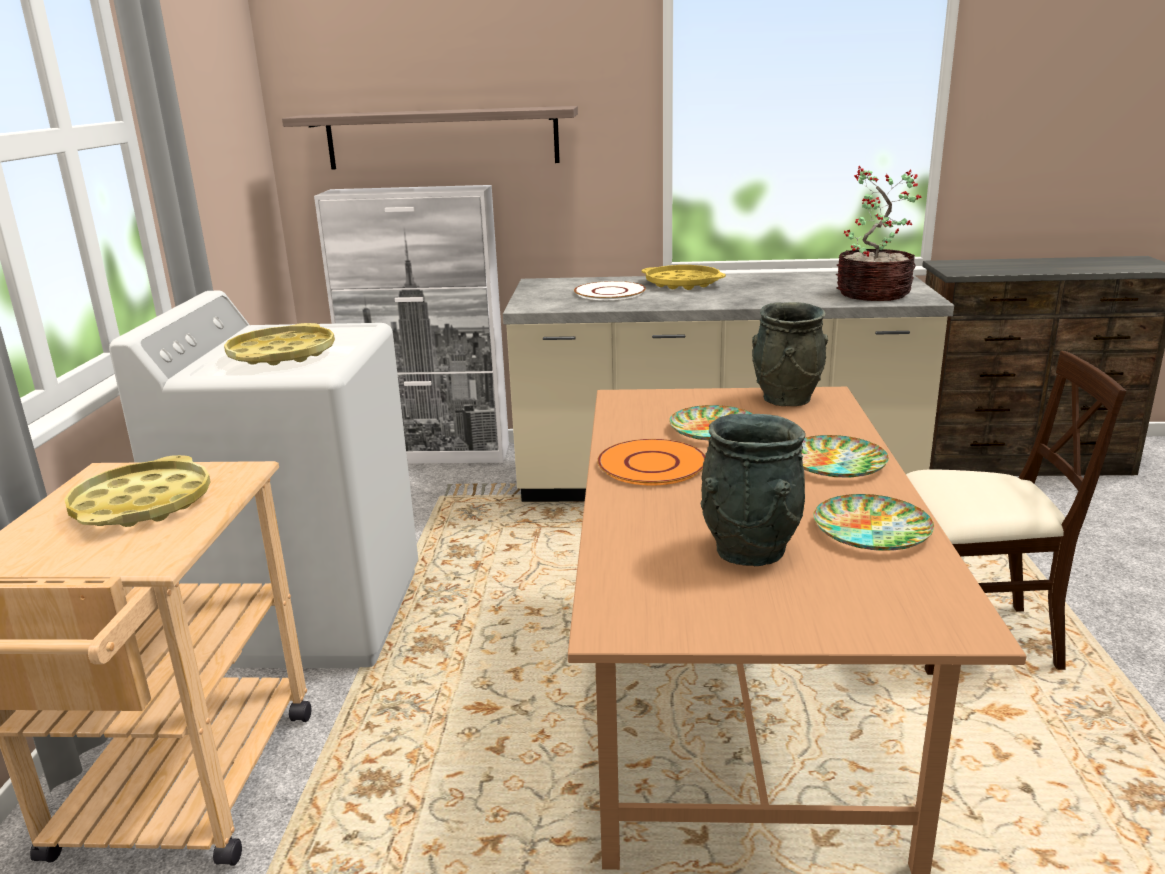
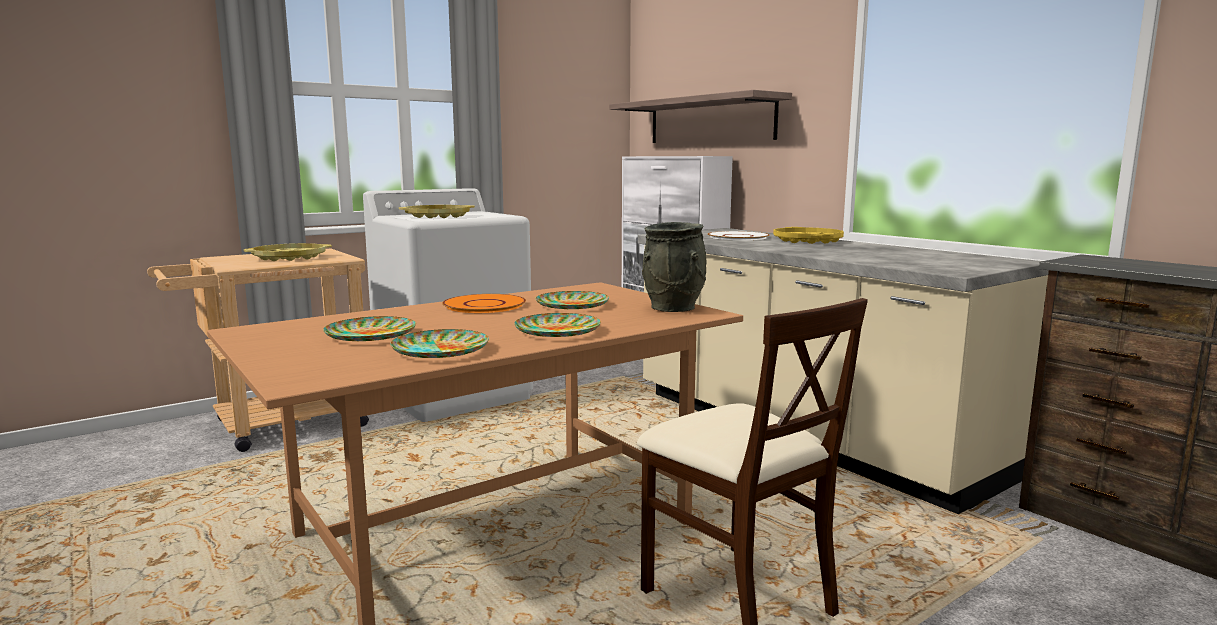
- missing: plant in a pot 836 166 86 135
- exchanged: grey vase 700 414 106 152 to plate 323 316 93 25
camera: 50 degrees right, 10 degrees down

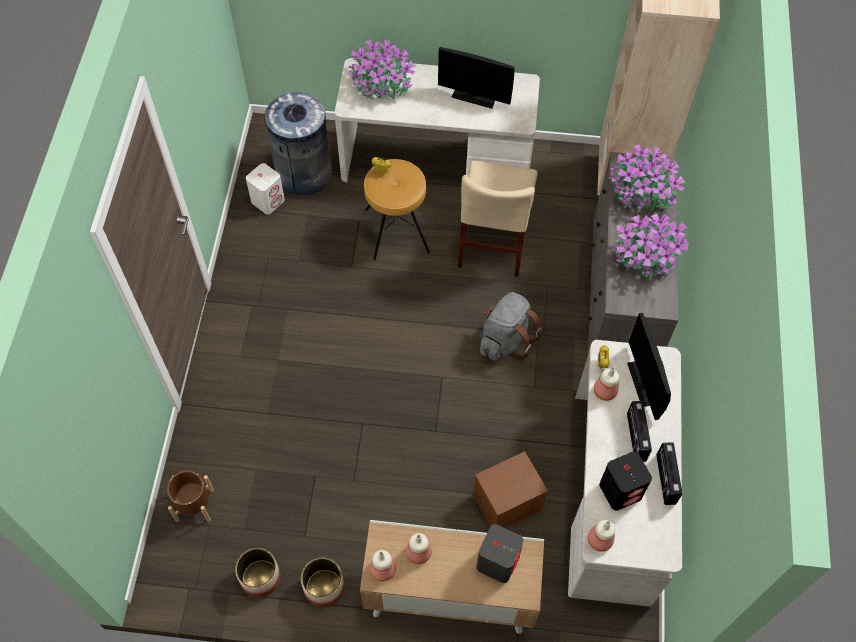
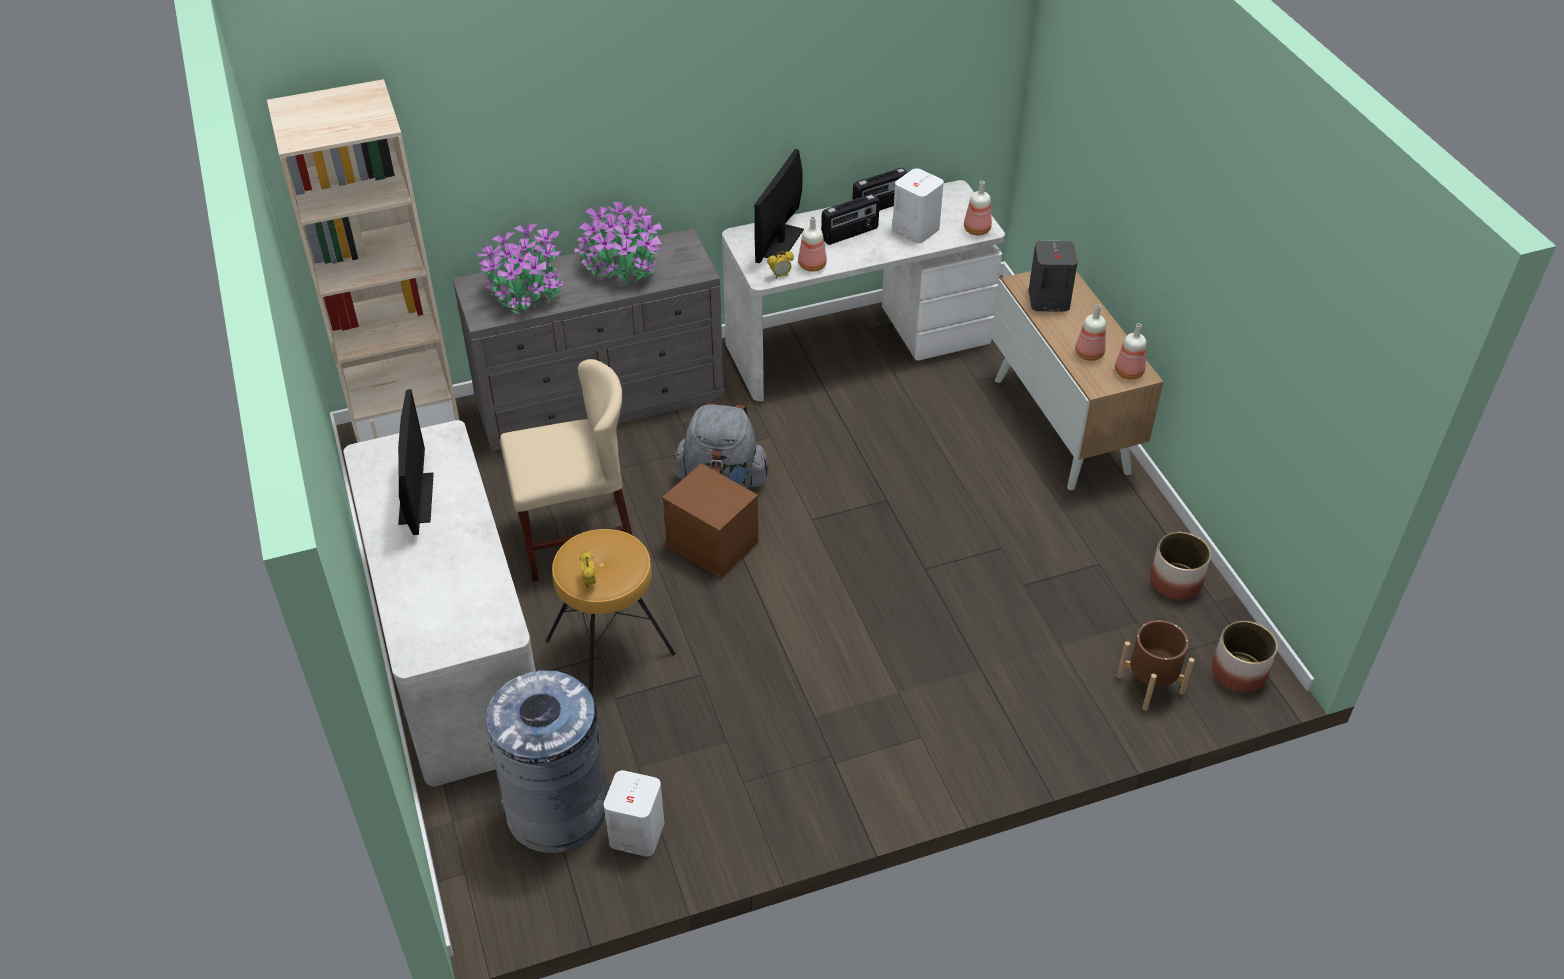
- missing: plant in a pot 348 38 68 62
- spun: monitor 627 313 44 107 = 754 149 50 114 150 degrees clockwise
- relocated: brownish storage bin 473 451 75 77 to 662 463 97 116
- colour: blackish audio speaker 599 452 53 59 to white-coloured audio speaker 892 168 52 75
- relocated: flower pot 301 558 43 50 to 1212 621 65 72
camera: 115 degrees left, 15 degrees down

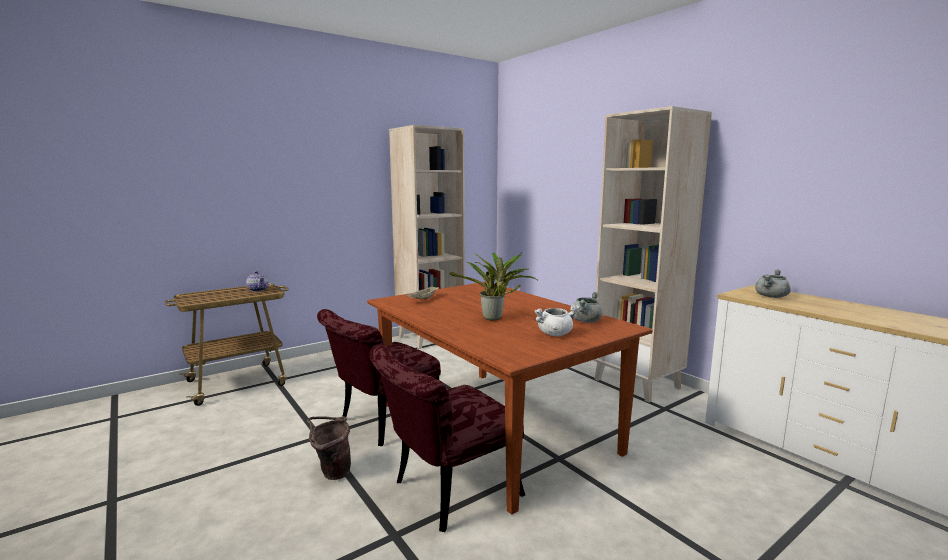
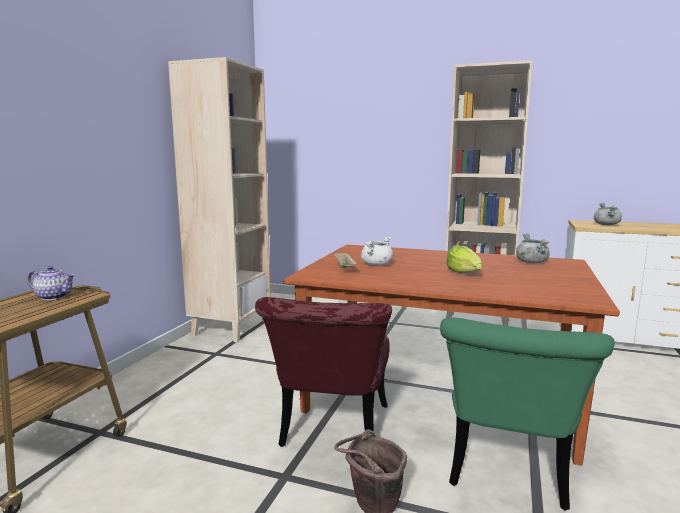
- exchanged: plant in a pot 450 252 88 68 to head of lettuce 446 245 36 28
- relocated: white-coloured cooking pot 534 304 45 32 to 361 236 32 30
- colour: reddish plain chair 369 344 156 188 to greenish plain chair 440 317 175 194
camera: 35 degrees left, 0 degrees up

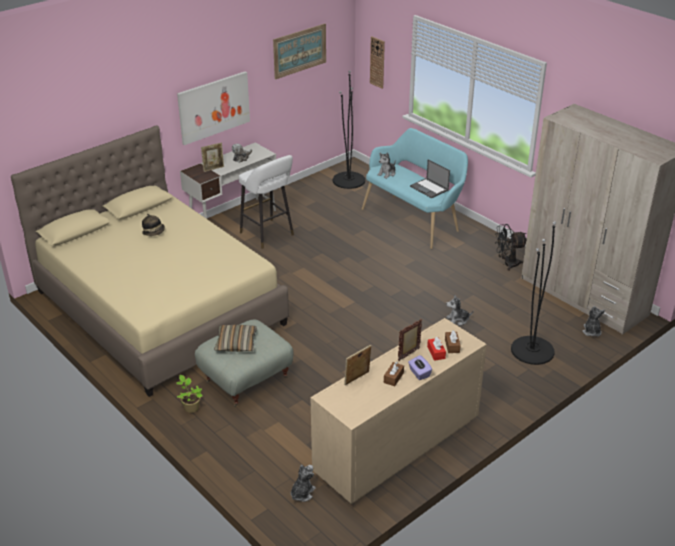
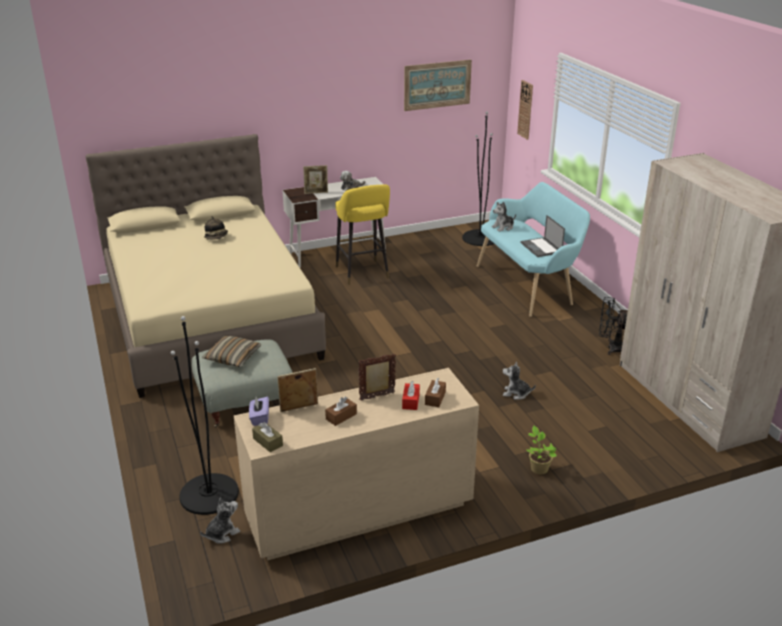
- missing: wall art 177 71 73 74
- colour: white-coloured stool seat 239 155 55 94 to yellow stool seat 335 184 55 101
- relocated: blackish standard lamp 511 221 45 144 to 170 316 69 199
- missing: soft toy 582 306 23 30
- relocated: purplish box of tissues 408 355 24 25 to 249 397 20 29
- relocated: plant in a pot 177 375 26 38 to 526 426 31 48
- appeared: brownish box of tissues 252 422 31 30
camera: 20 degrees right, 5 degrees down

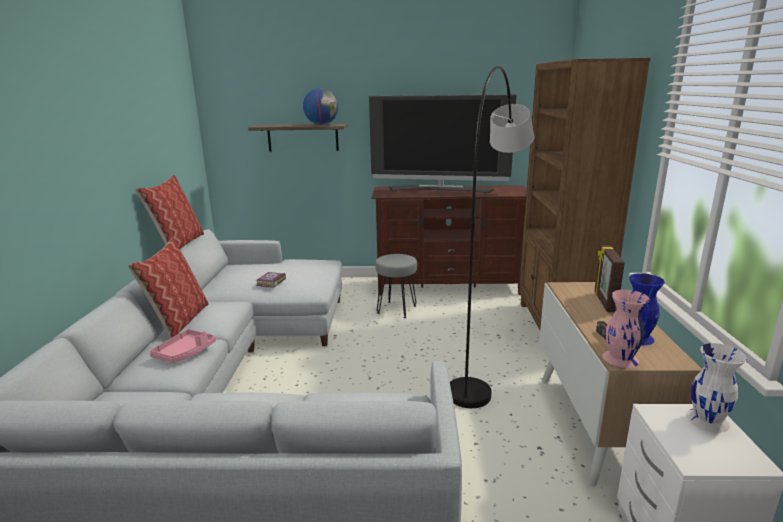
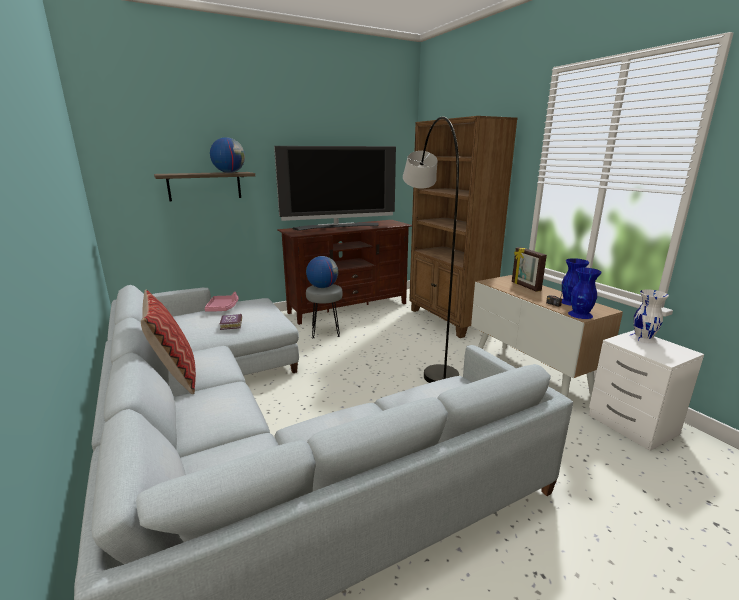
- missing: cushion 135 175 69 74
- colour: pink vase 603 290 47 78 to blue-coloured vase 568 267 34 52
- relocated: pink tray 149 329 67 34 to 205 292 34 19
- appeared: world globe 306 256 32 32
camera: 30 degrees left, 0 degrees up

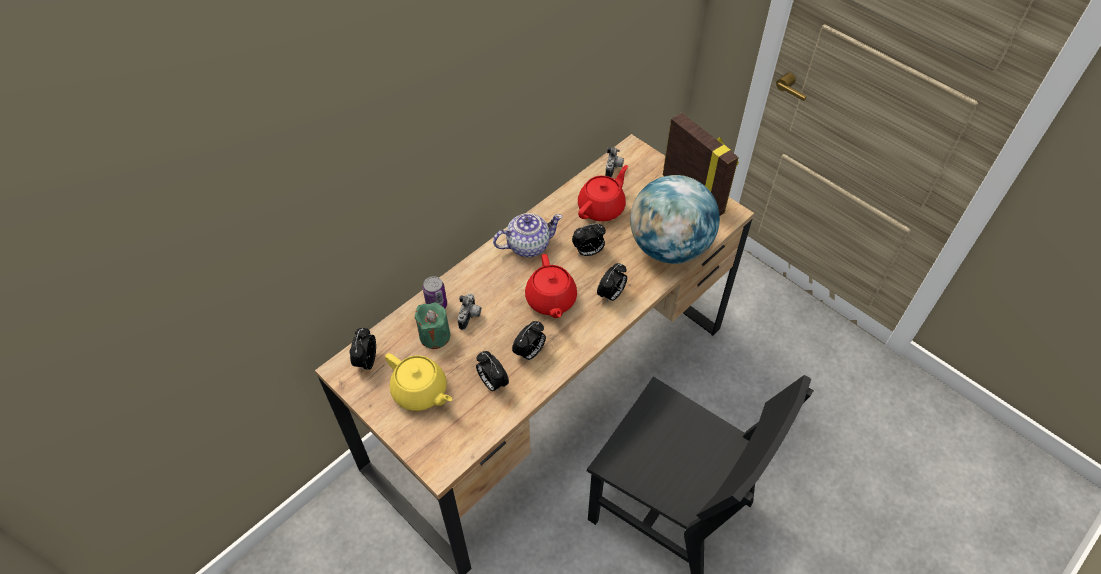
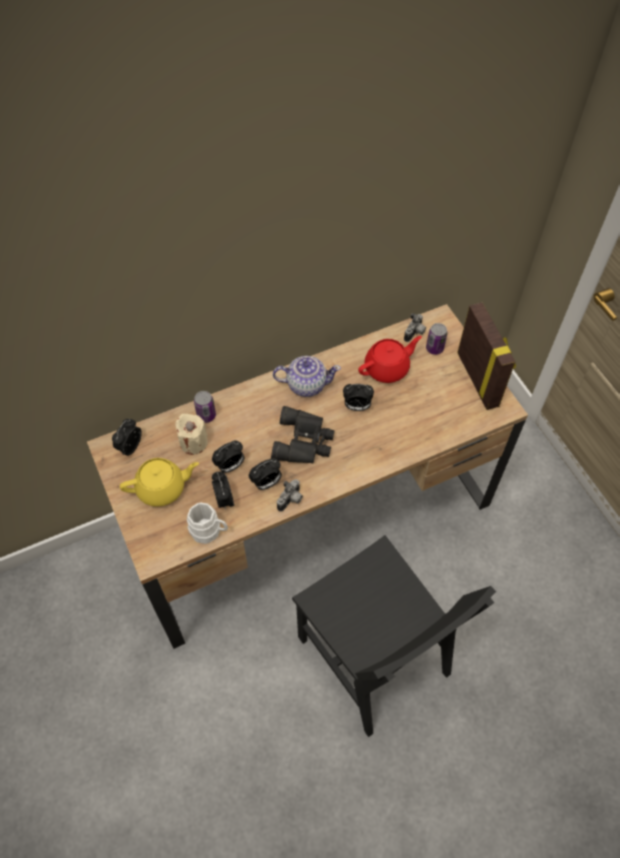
- missing: world globe 630 175 90 89
- exchanged: reddish teapot 525 254 52 64 to blackish binoculars 271 406 63 57
- relocated: alarm clock 597 263 30 39 to 212 441 33 32
- relocated: still camera 457 294 24 36 to 277 479 26 32
- colour: greenish wax light 415 302 35 47 to beige-coloured wax light 175 414 33 41
- spun: yellow teapot 385 353 67 58 = 120 458 79 49 75 degrees counterclockwise
- appeared: metal can 426 323 21 32
- appeared: white-coloured tea mug 187 502 41 42
camera: 20 degrees right, 5 degrees up

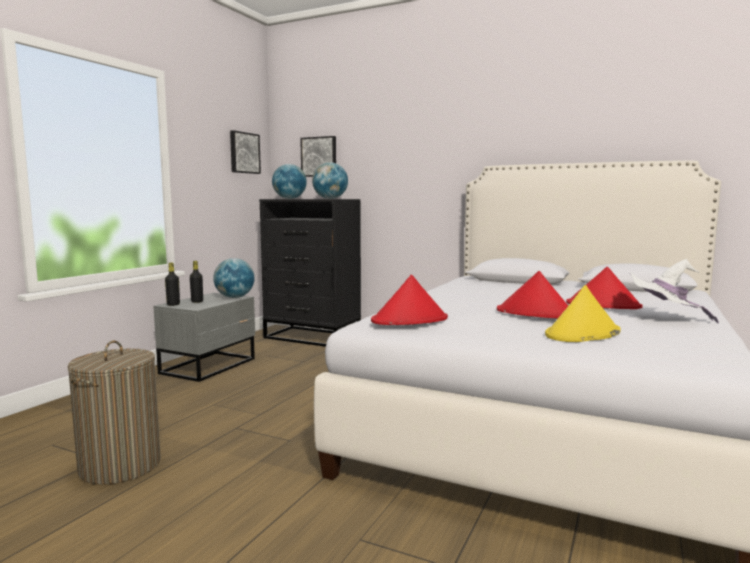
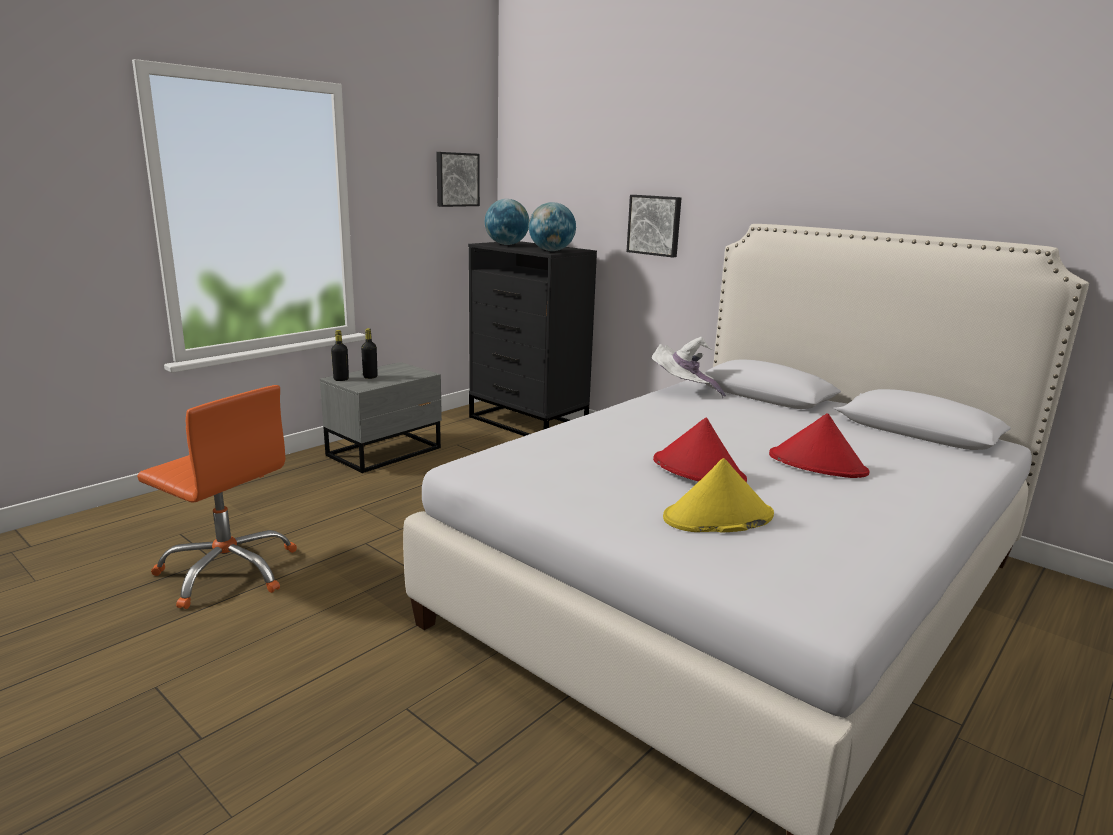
- relocated: wall art 300 136 36 41 to 626 195 55 62
- missing: world globe 213 258 42 40
- relocated: white-coloured hat 630 259 89 64 to 652 337 74 61
- missing: reddish hat 371 275 77 50
- exchanged: laundry basket 67 340 94 145 to orange-coloured computer chair 137 385 160 224
camera: 15 degrees right, 10 degrees up

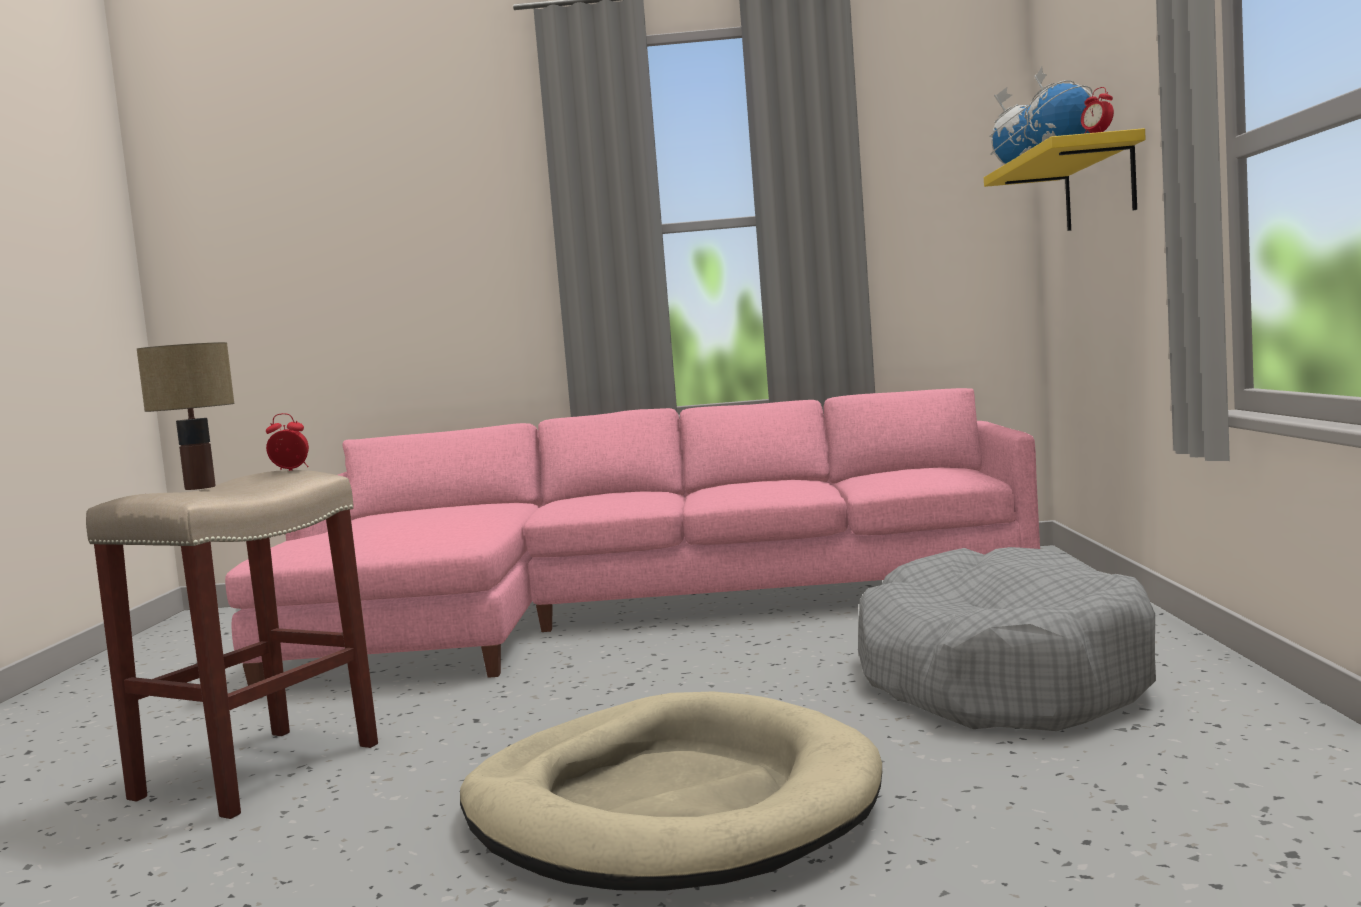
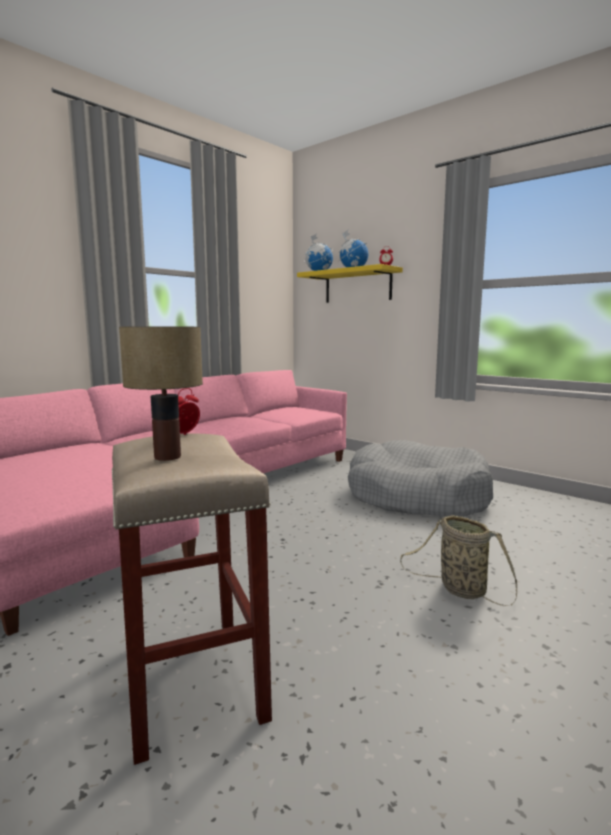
- exchanged: beige-coloured dog bed 460 692 422 199 to household basket 400 515 117 91
camera: 50 degrees left, 5 degrees up

